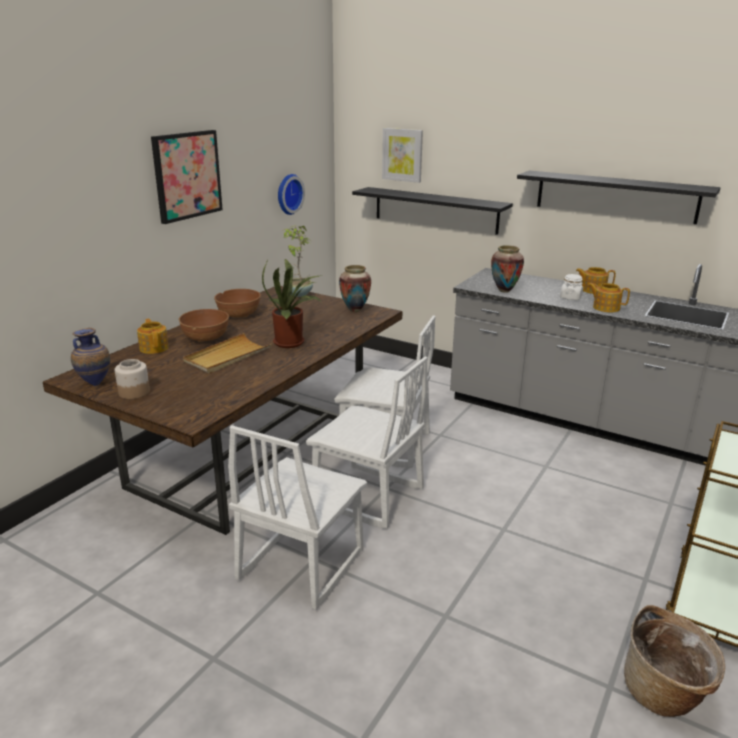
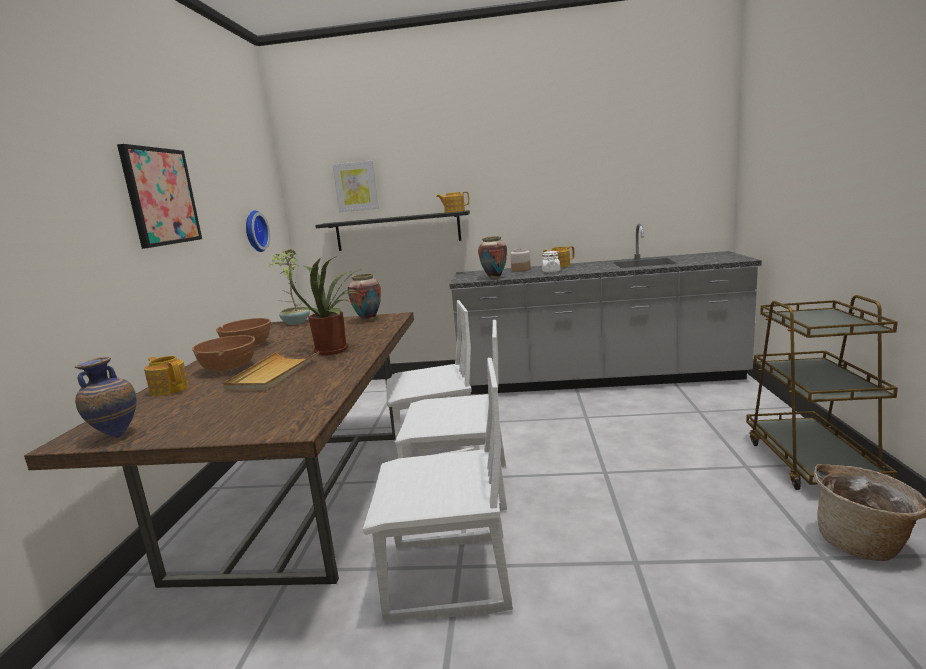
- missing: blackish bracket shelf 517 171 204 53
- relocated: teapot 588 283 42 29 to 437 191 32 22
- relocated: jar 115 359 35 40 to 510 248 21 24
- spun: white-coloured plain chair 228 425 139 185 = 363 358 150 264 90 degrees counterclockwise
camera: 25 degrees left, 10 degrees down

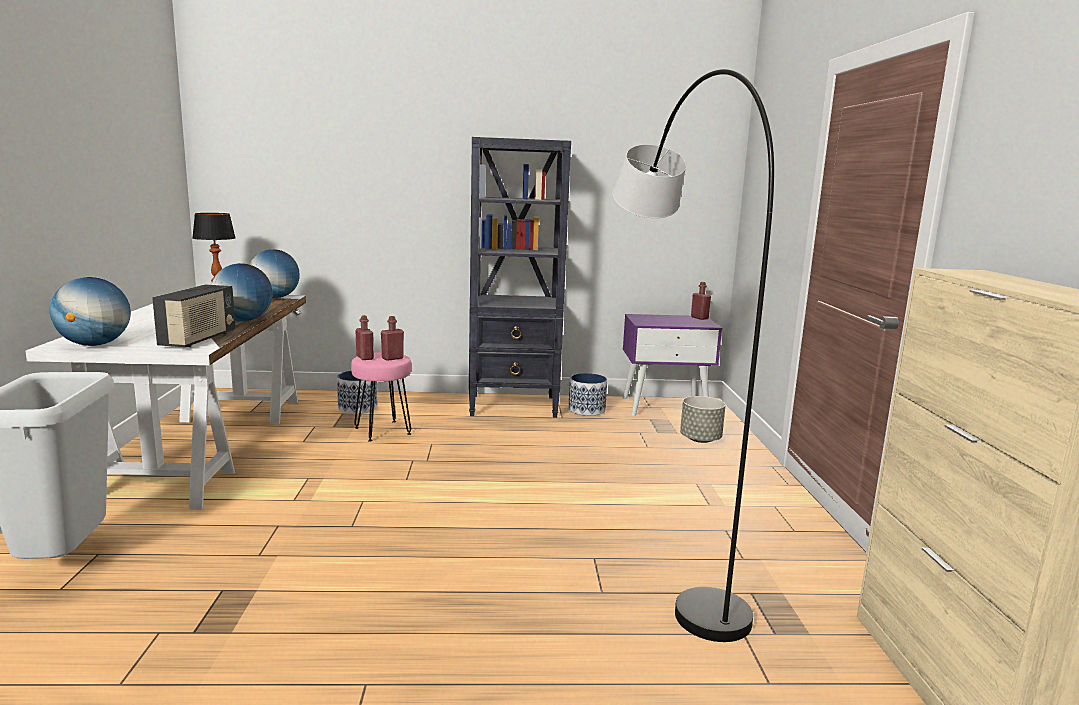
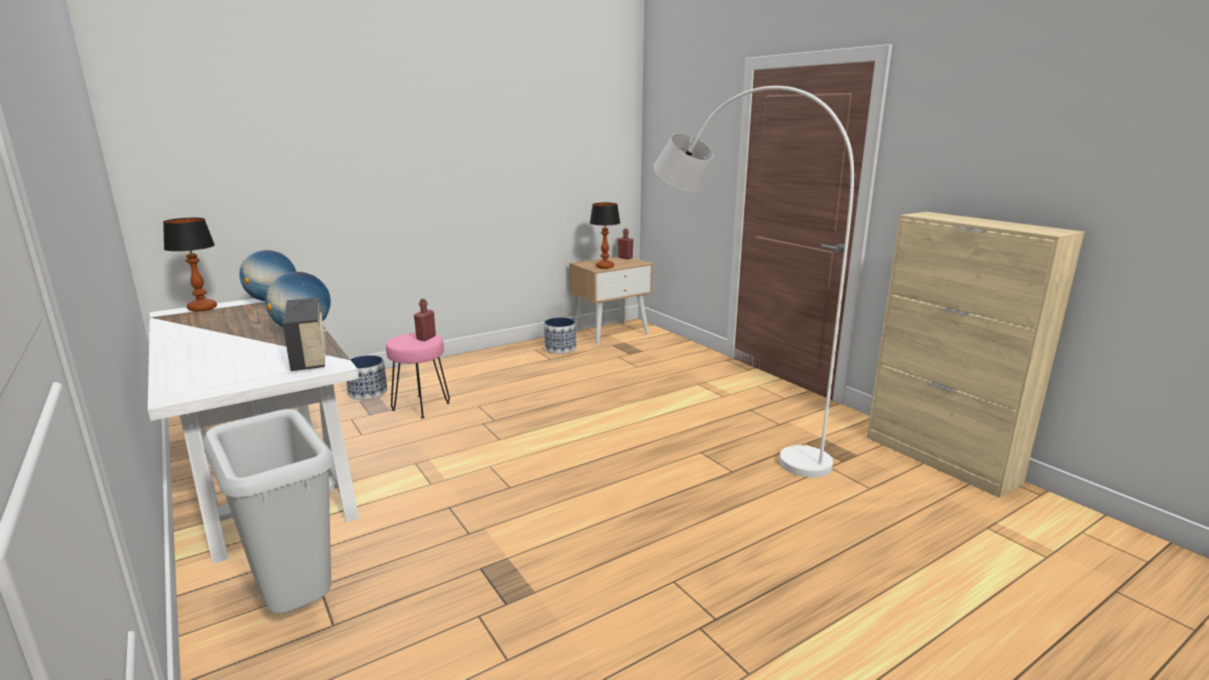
- colour: blackish standard lamp 613 69 161 573 to white-coloured standard lamp 654 86 200 392
- missing: blackish bookshelf 469 137 102 281
- missing: world globe 50 277 81 69
- colour: purplish night table 623 314 99 102 to beige-coloured night table 569 257 84 88
- missing: reddish beverage bottle 355 315 19 45
- missing: grey flower pot 680 396 46 47
- appeared: lamp for a table 590 202 30 67
camera: 30 degrees left, 5 degrees up

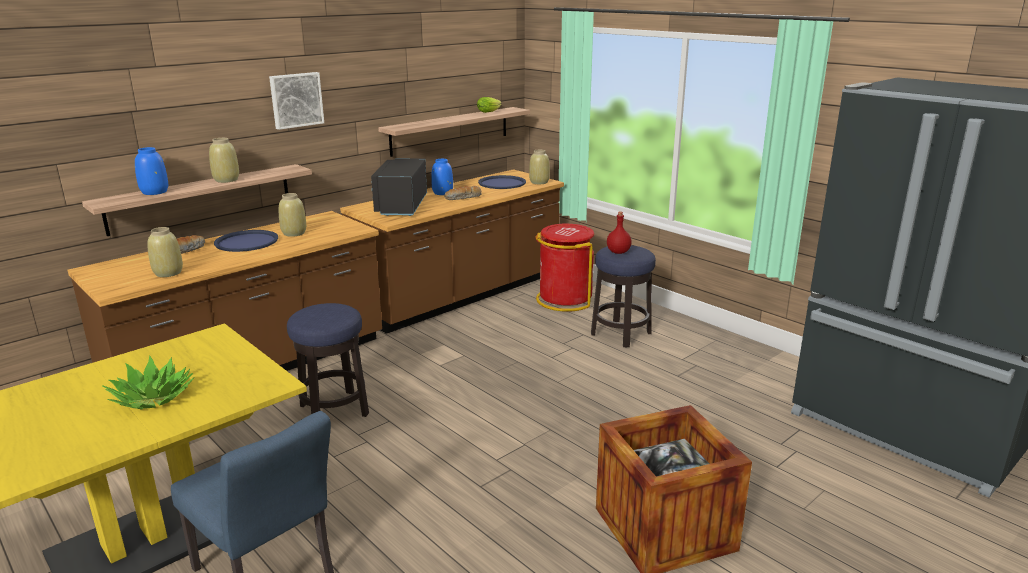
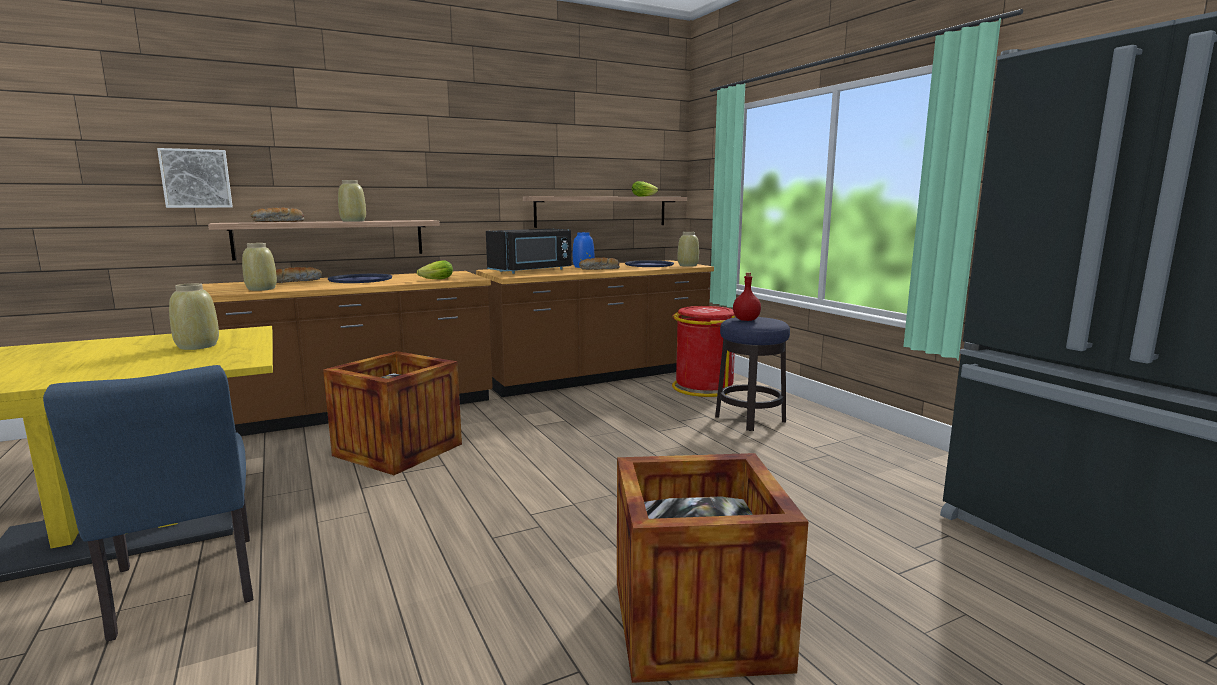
- relocated: wall art 269 72 55 58 to 157 148 76 60
- exchanged: blue-coloured vase 135 147 33 48 to baked bread 251 208 53 14
- spun: blackish microwave 371 158 56 58 = 486 229 85 45 150 degrees counterclockwise
- relocated: beige-coloured vase 279 193 27 44 to 169 283 50 67
- exchanged: stool seat 287 303 82 114 to shipping crate 323 351 139 124
- missing: plant in a pot 102 355 93 55
- appeared: head of lettuce 417 260 36 19
camera: 15 degrees right, 10 degrees down

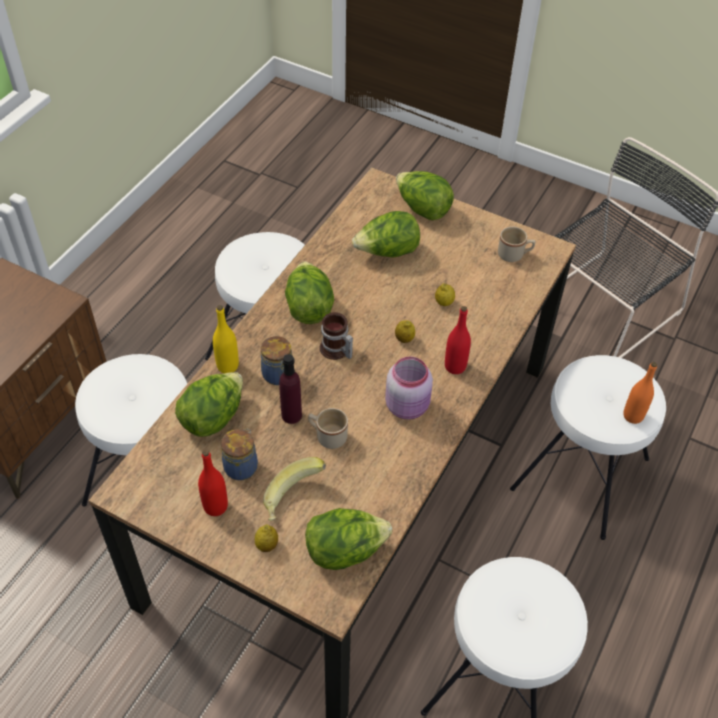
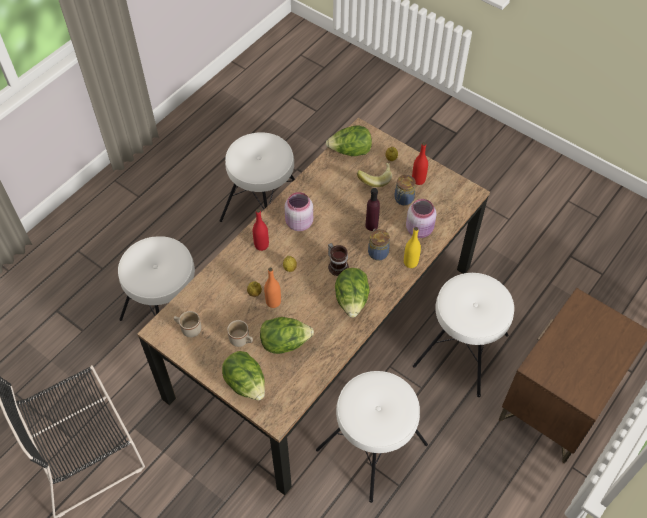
- relocated: orange-coloured beverage bottle 623 362 34 62 to 264 267 17 41
- exchanged: head of lettuce 175 372 68 65 to pink jar 406 199 30 39
- relocated: beige-coloured tea mug 308 408 40 41 to 227 320 26 27
camera: 170 degrees left, 5 degrees up

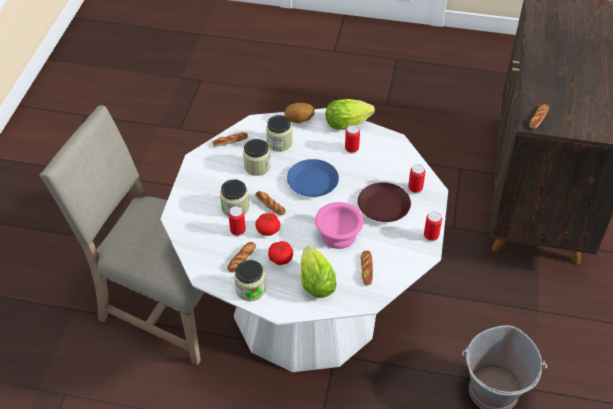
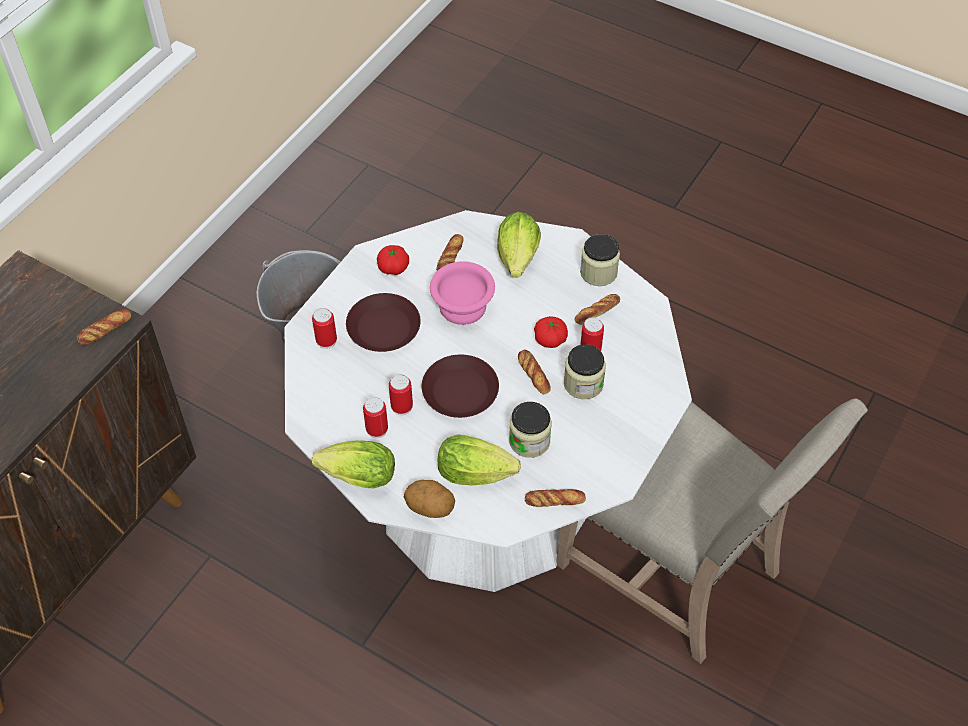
- exchanged: jar 266 115 26 36 to head of lettuce 437 434 84 51
- colour: blue-coloured plate 287 159 52 38 to brownish plate 422 355 77 63
- relocated: metal can 424 211 18 31 to 389 374 24 41
- relocated: fresh tomato 268 241 25 24 to 377 245 32 30
camera: 160 degrees left, 5 degrees up

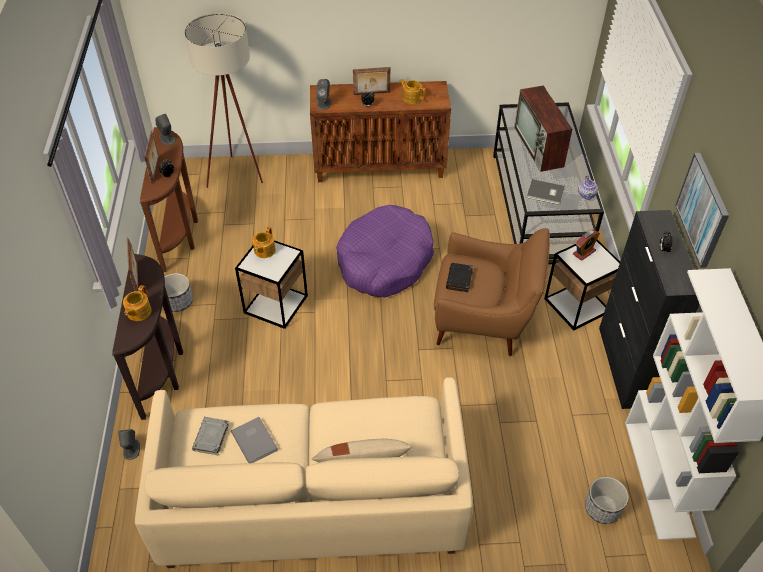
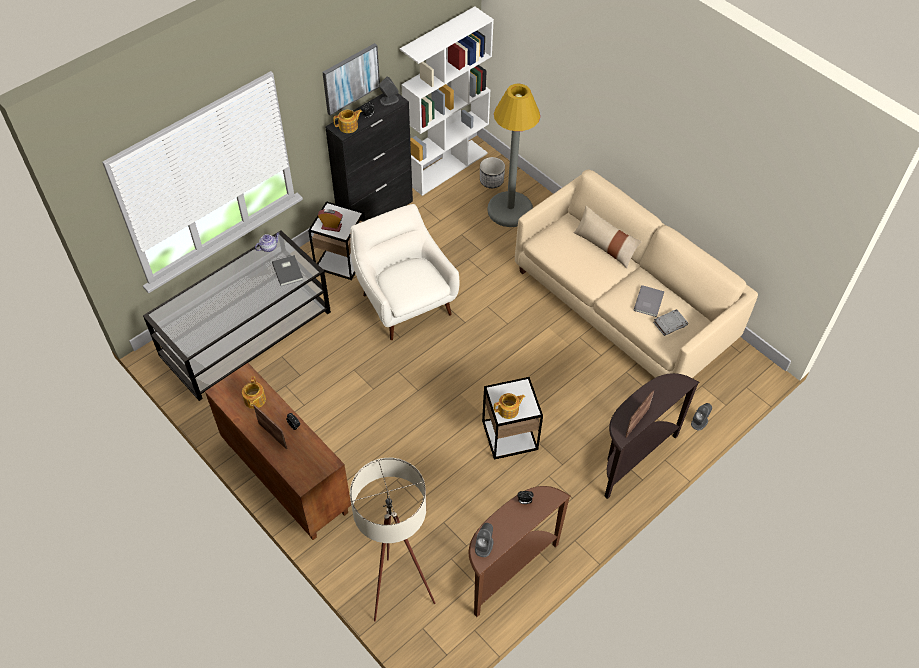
- relocated: grey audio speaker 316 79 16 31 to 379 77 20 29
- missing: TV set 514 86 58 86
- missing: photo frame 144 131 15 52
- missing: purplish dog bed 336 205 98 92
- colour: brownish lounge chair 434 228 116 128 to white-coloured lounge chair 350 204 109 136
- missing: blackish book 446 263 27 29
- missing: flower pot 164 273 29 39
- relocated: teapot 123 285 29 36 to 333 109 29 24
- appeared: grey standard lamp 487 84 53 143
camera: 130 degrees left, 5 degrees up

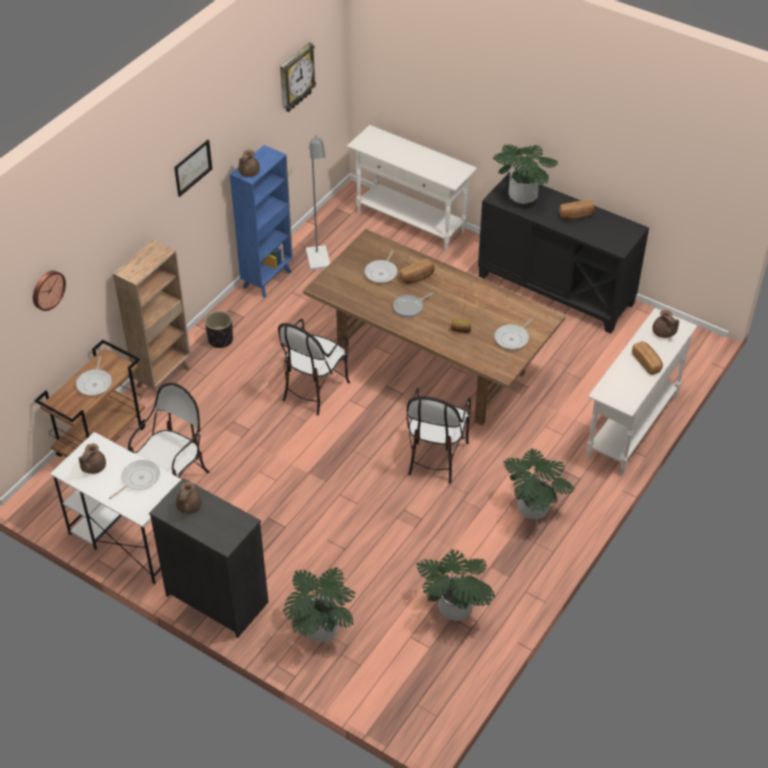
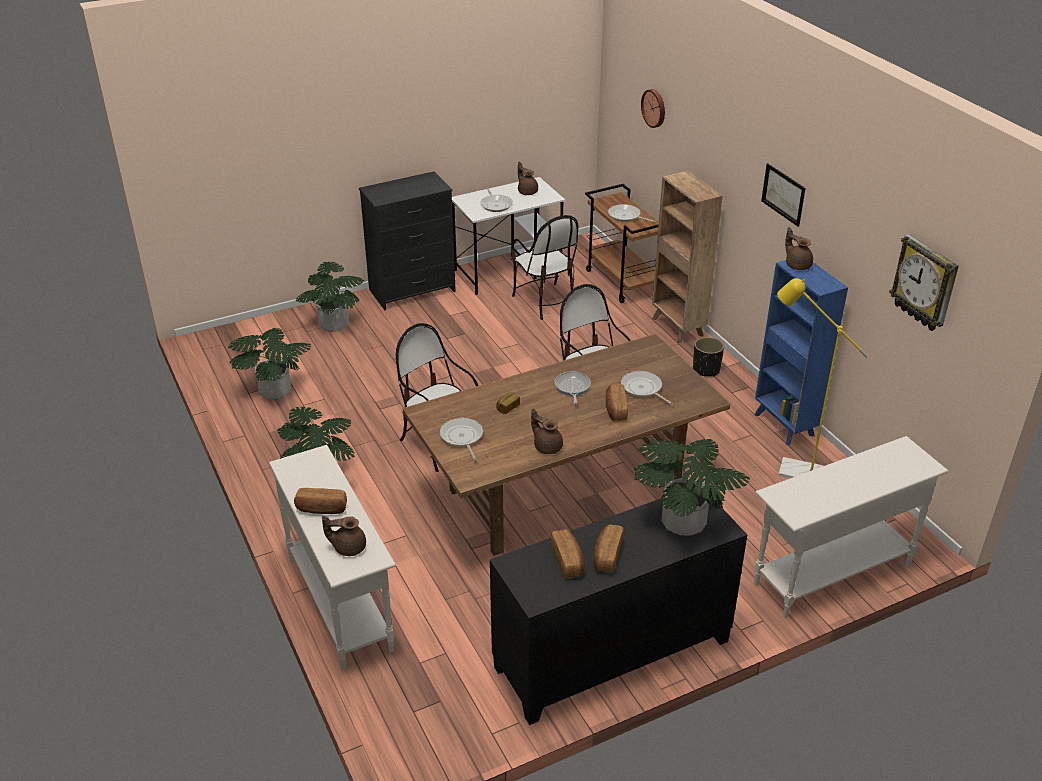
- colour: grey standard lamp 306 135 24 135 to yellow standard lamp 777 278 91 200
- relocated: brownish teapot 176 482 26 32 to 531 409 32 45
- appeared: baked bread 551 529 34 50
camera: 120 degrees right, 10 degrees down

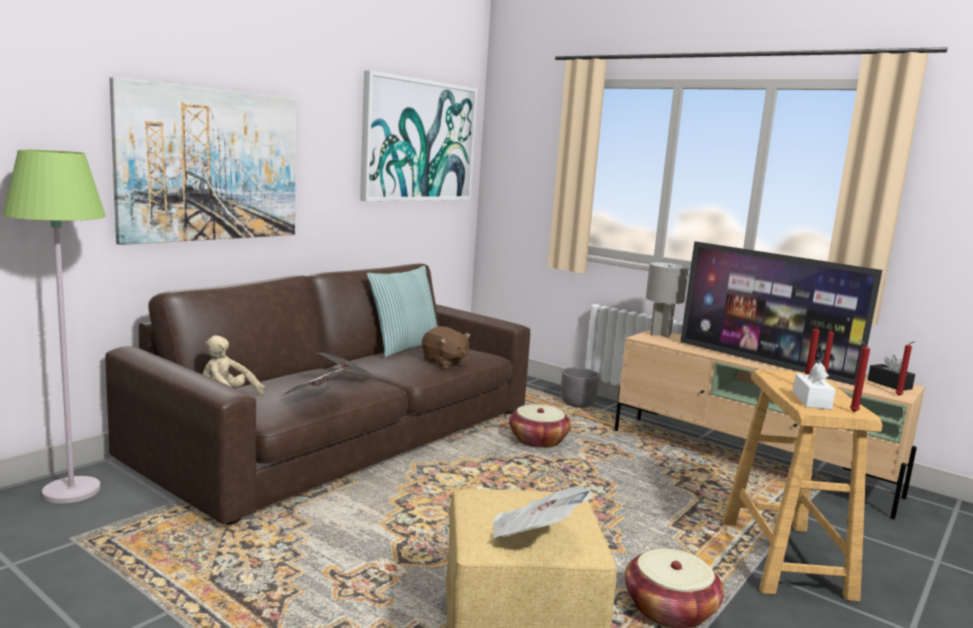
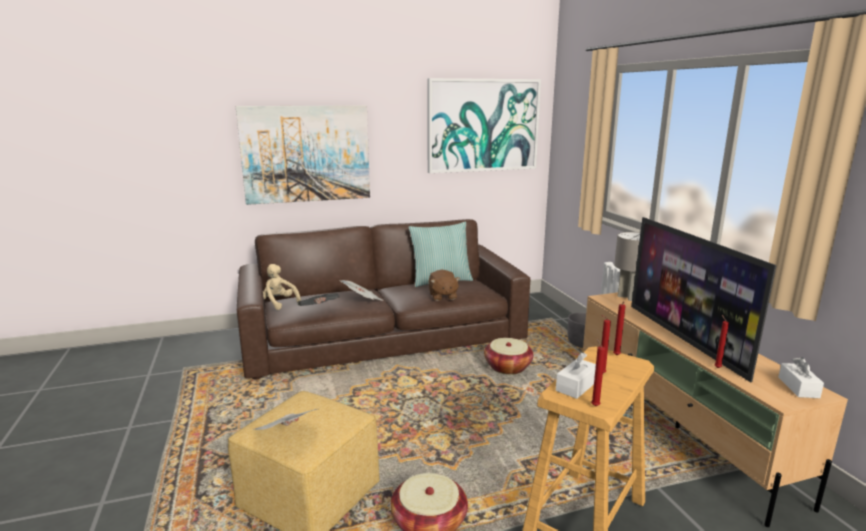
- missing: greenish standard lamp 3 149 103 354
- relocated: reddish wax light 896 341 19 55 to 613 301 13 54
- colour: blackish box of tissues 867 355 48 36 to white-coloured box of tissues 778 357 46 41
camera: 35 degrees right, 5 degrees up

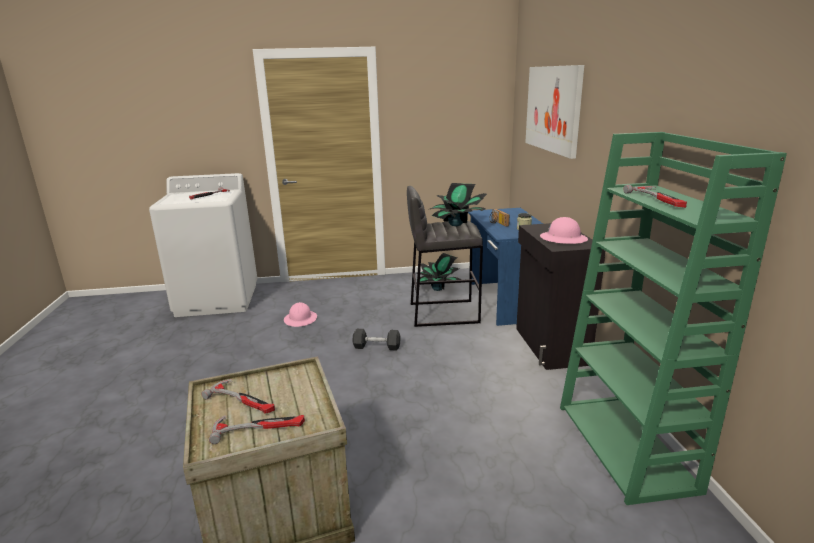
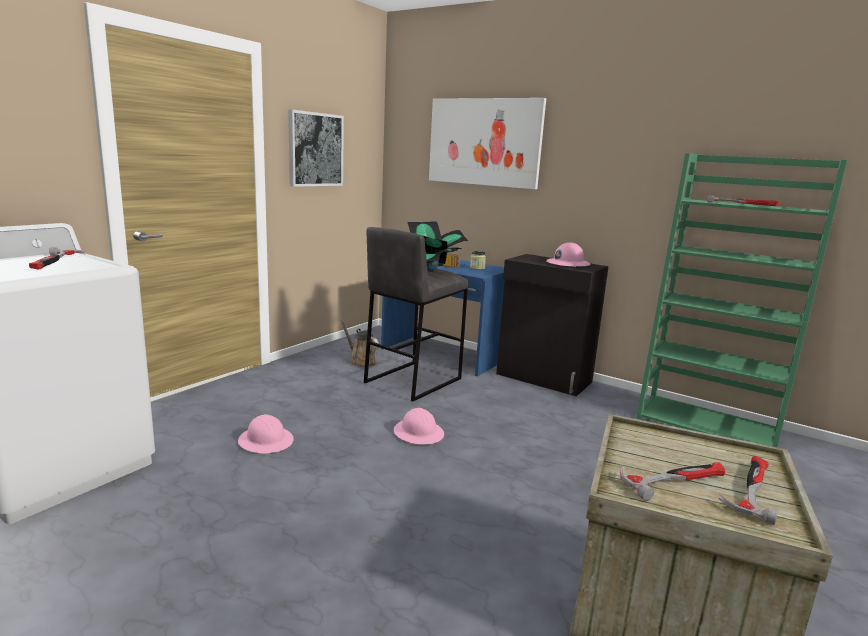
- exchanged: plant in a pot 416 253 45 38 to brownish watering pot 340 319 39 48
- exchanged: grey hand weight 352 329 49 21 to pink hard hat 394 408 50 37
- appeared: wall art 288 109 56 78
camera: 50 degrees left, 5 degrees down

